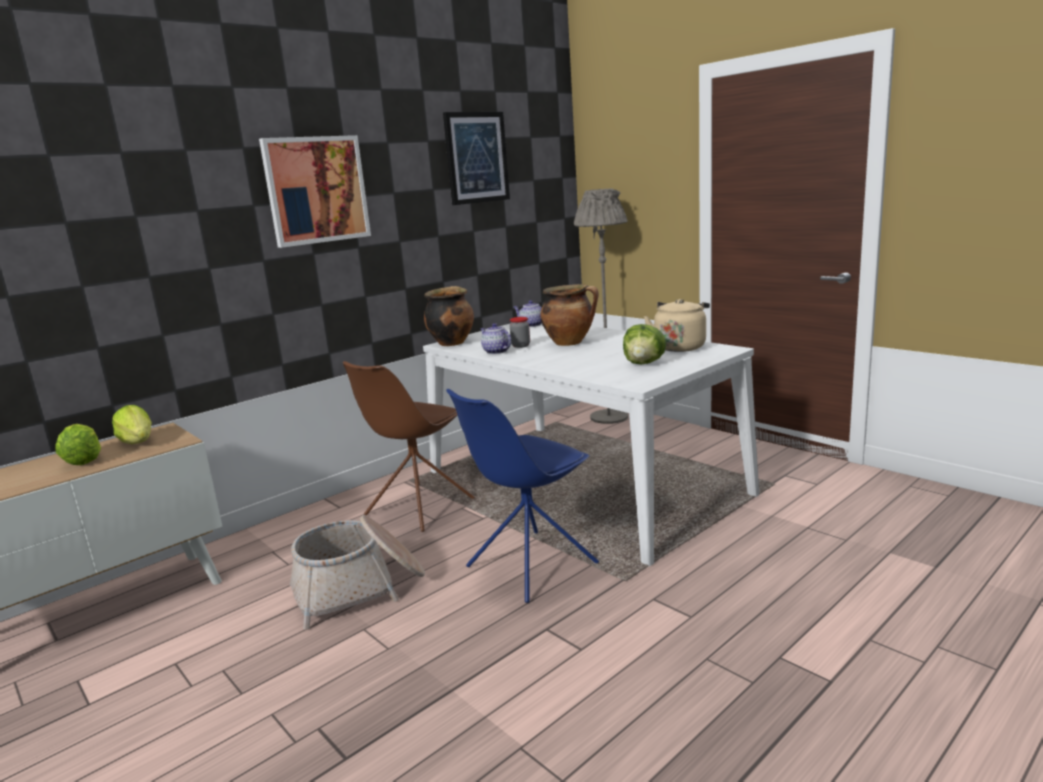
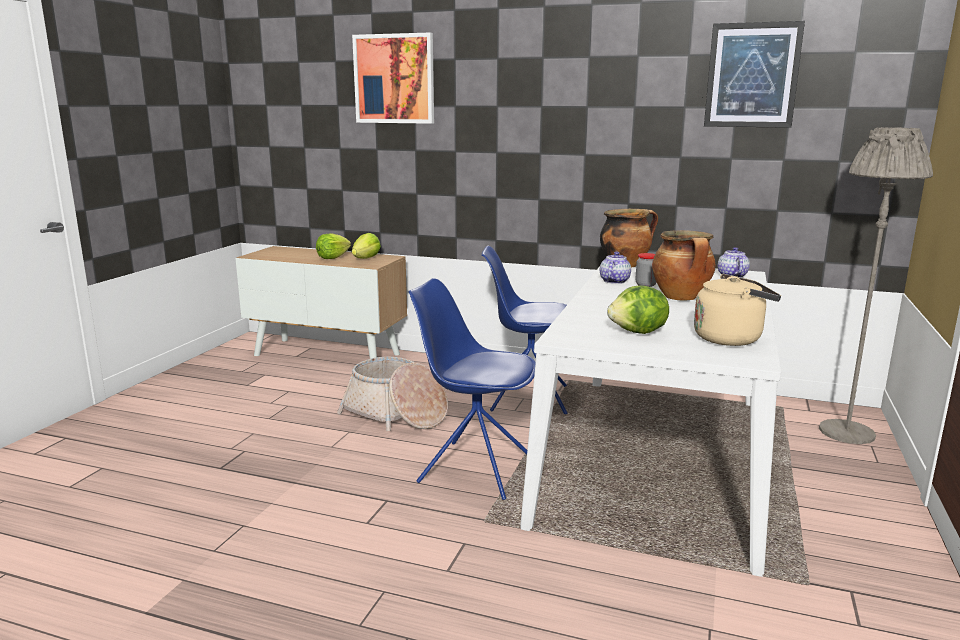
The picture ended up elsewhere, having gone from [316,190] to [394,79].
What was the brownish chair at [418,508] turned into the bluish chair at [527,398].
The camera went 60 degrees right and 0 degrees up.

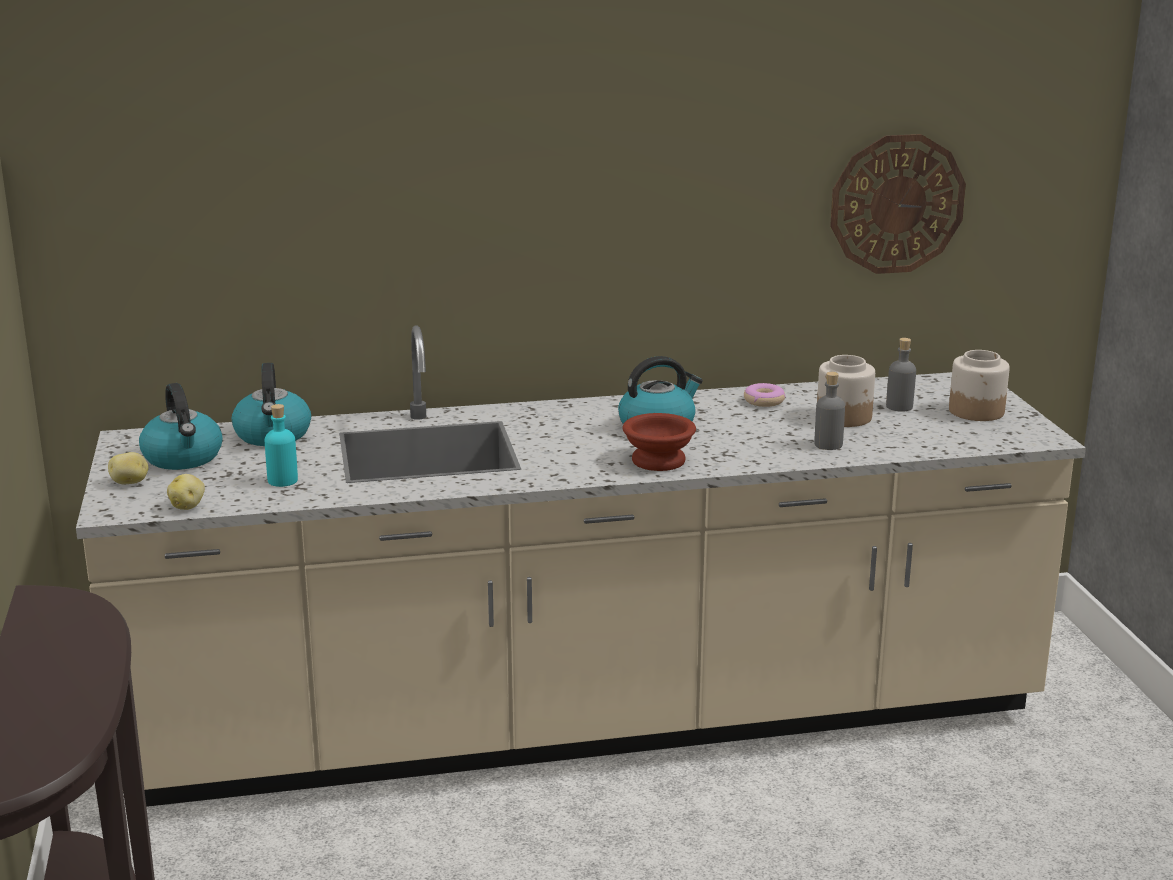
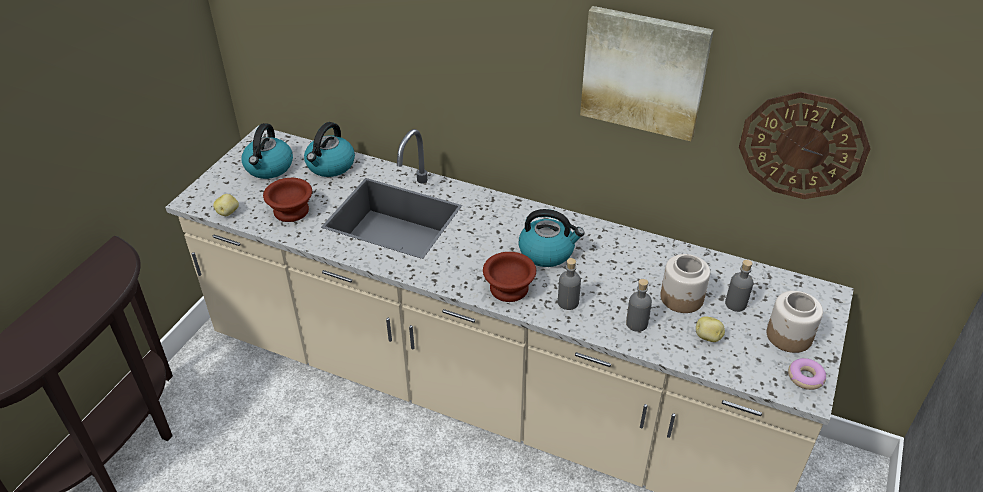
The second view gained the greyish drink bottle at [568,302].
The second view gained the picture at [644,72].
The spud ended up elsewhere, having gone from [130,483] to [708,337].
The doughnut ended up elsewhere, having gone from [764,401] to [805,377].
Where the blue-green drink bottle stood at [283,480], the brownish deep dish came to stand at [293,210].
The camera went 35 degrees right and 20 degrees up.

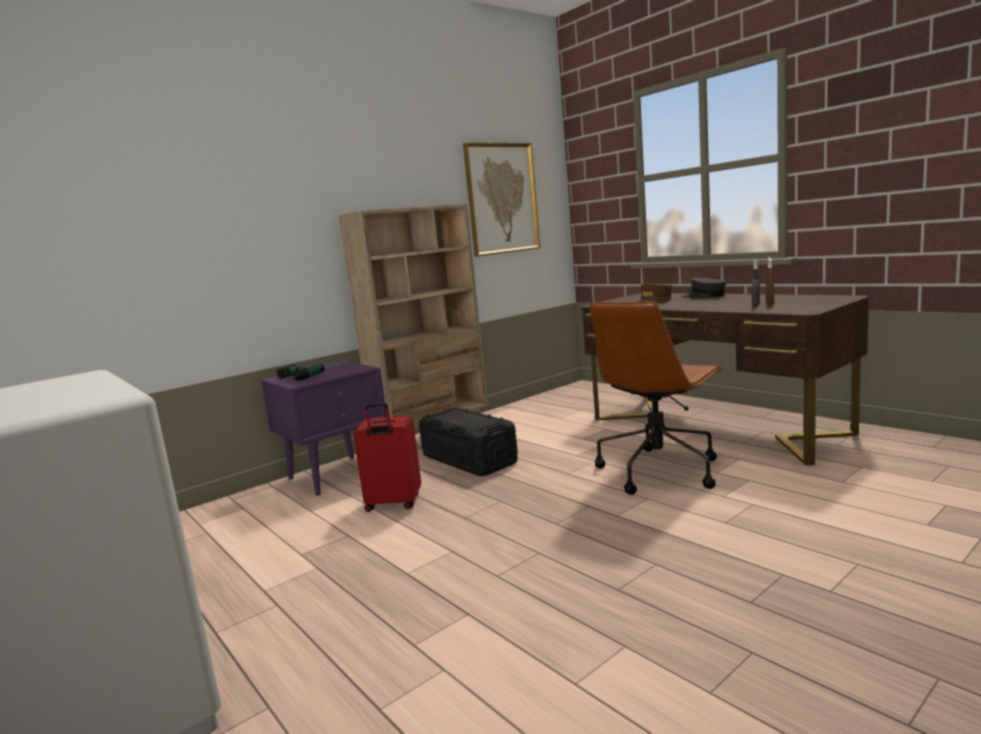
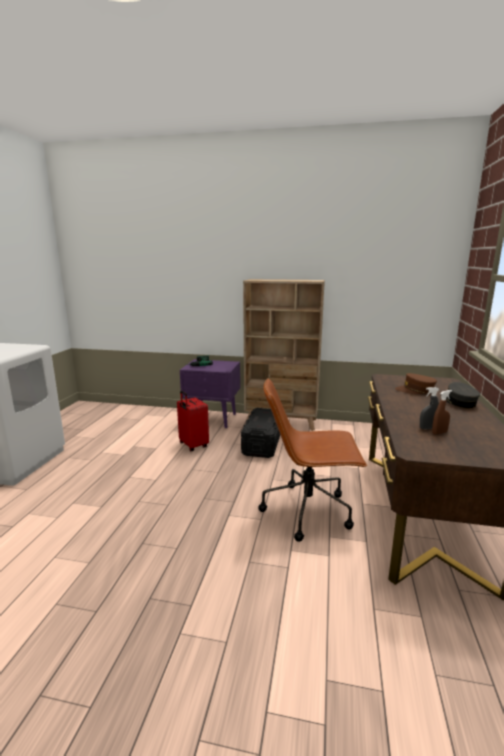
The second view lost the picture at [501,198].
The camera went 50 degrees right and 5 degrees up.

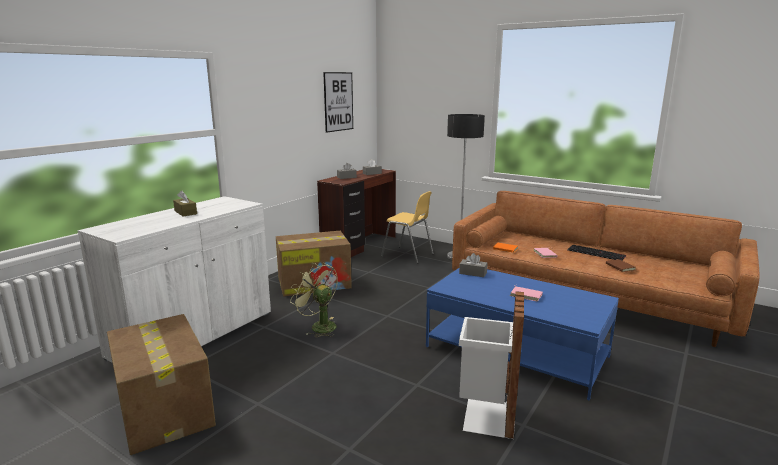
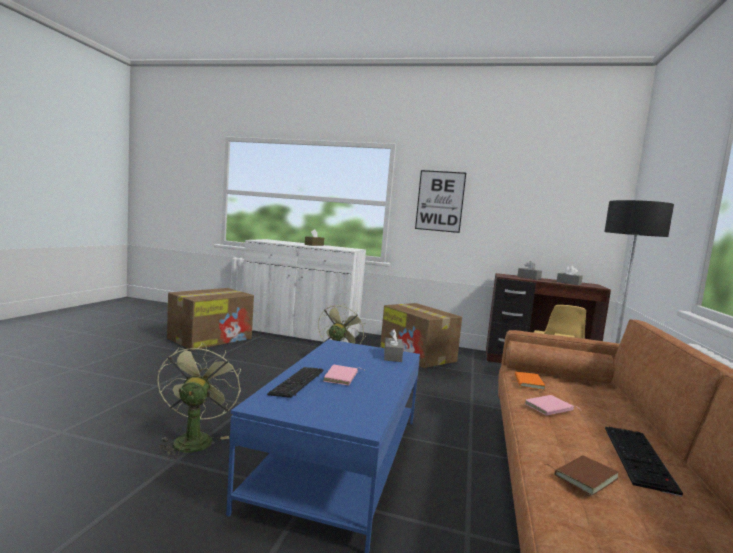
The second view gained the keyboard at [297,383].
The picture ended up elsewhere, having gone from [338,101] to [440,201].
Where the white waste bin stood at [486,416], the greenish electric fan came to stand at [194,438].
The camera went 70 degrees right and 10 degrees down.

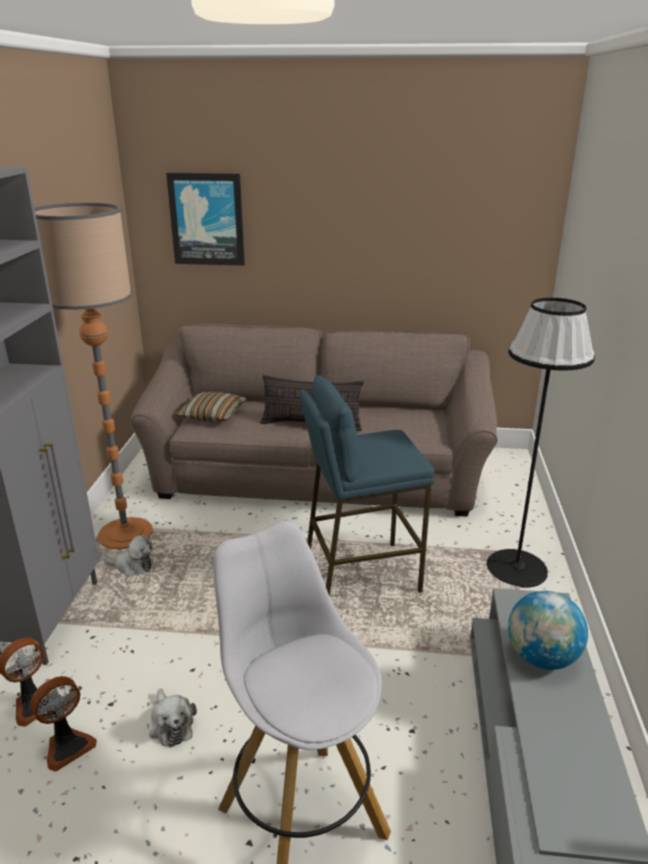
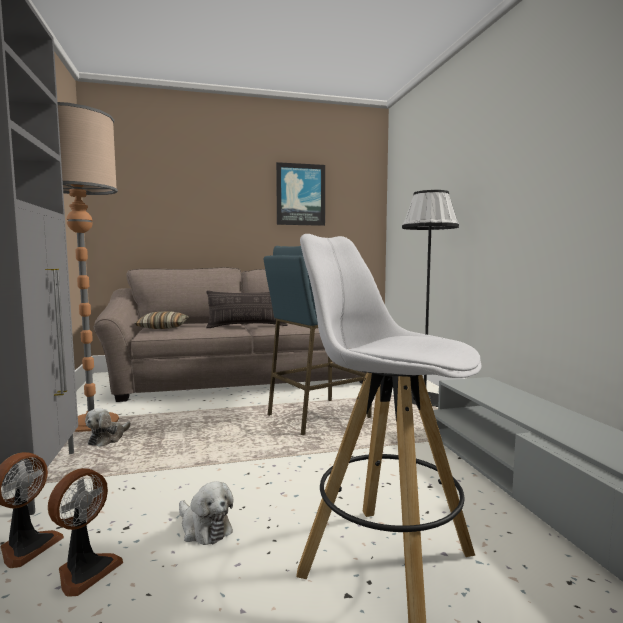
The second view lost the world globe at [541,658].
The picture ended up elsewhere, having gone from [207,219] to [300,194].
The soft toy at [132,566] ended up facing another way, 120 degrees clockwise from before.
The camera went 20 degrees left and 20 degrees down.

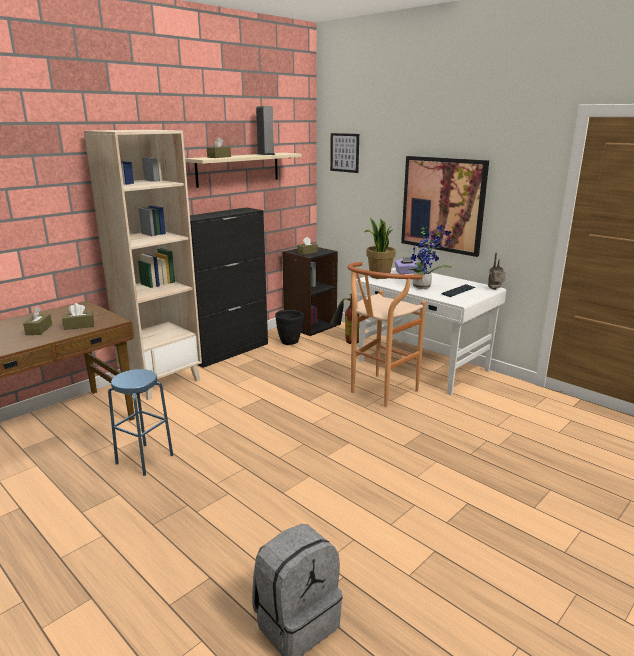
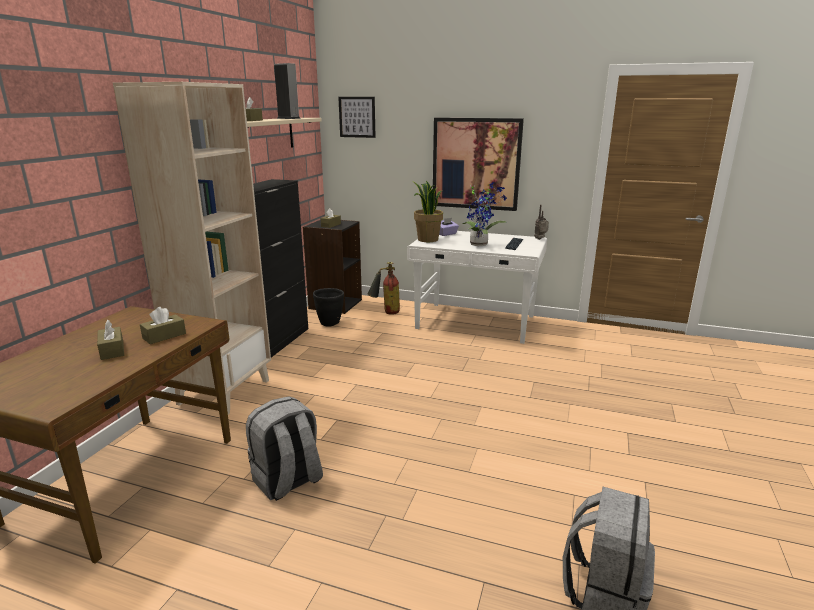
The second view lost the brownish stool at [379,393].
Where the bluish stool stood at [144,459], the greyish knapsack came to stand at [288,481].
The camera went 25 degrees left and 0 degrees up.

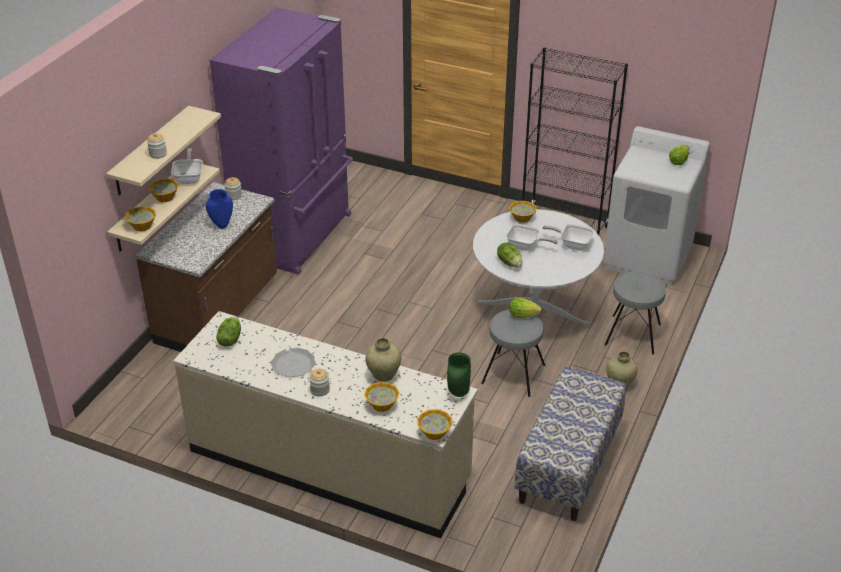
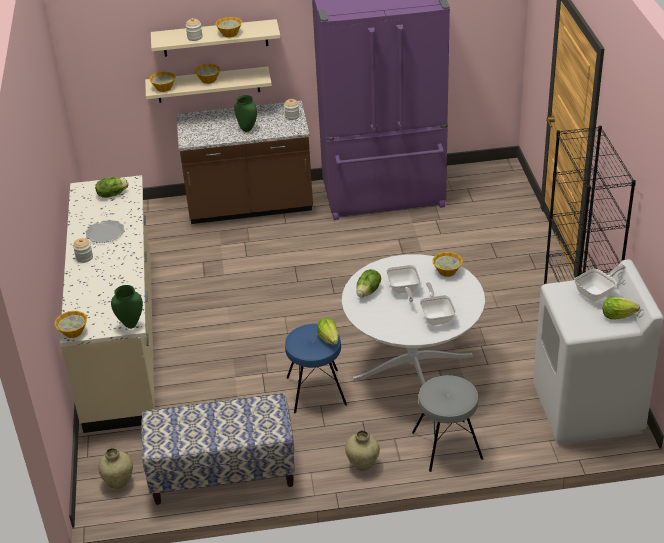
The frying pan ended up elsewhere, having gone from [189,177] to [597,293].
The deep dish ended up elsewhere, having gone from [382,405] to [229,34].
The beige-coloured decorative vase ended up elsewhere, having gone from [383,375] to [119,482].
What was the bluish decorative vase at [222,225] turned into the greenish decorative vase at [247,129].
What was the greyish stool at [513,374] turned into the bluish stool at [315,390].
The camera went 60 degrees right and 0 degrees up.

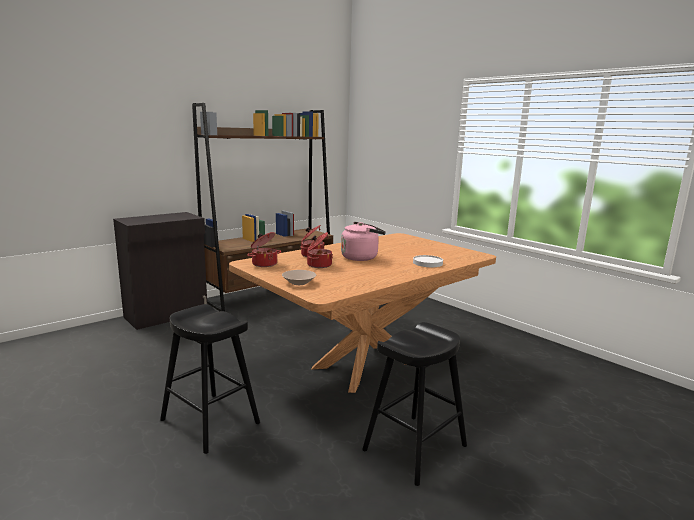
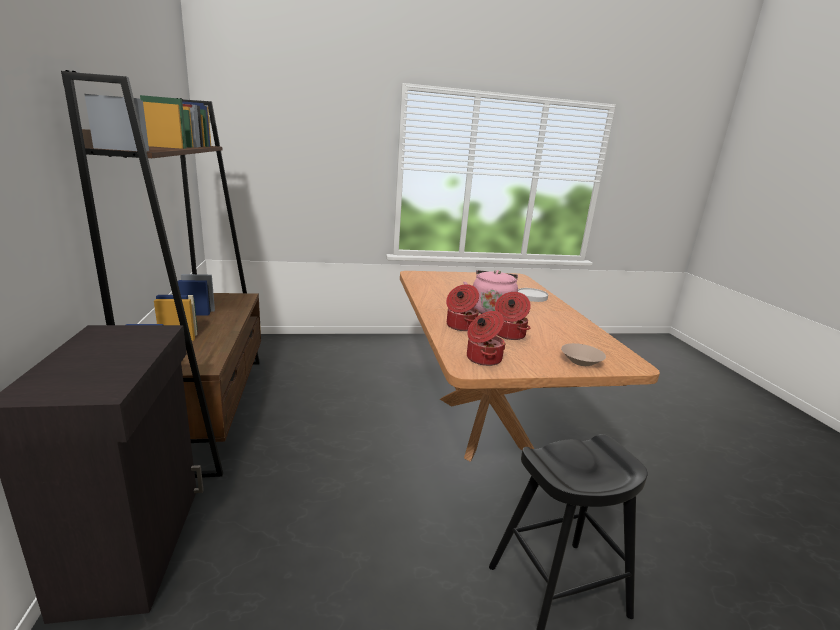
The second view lost the black stool at [415,448].
The camera went 60 degrees left and 5 degrees up.

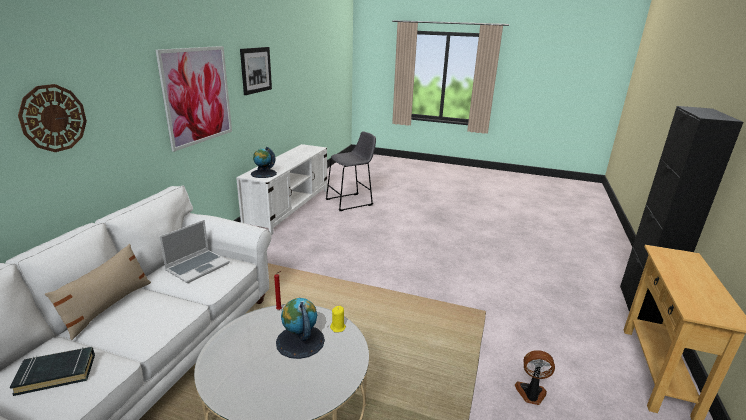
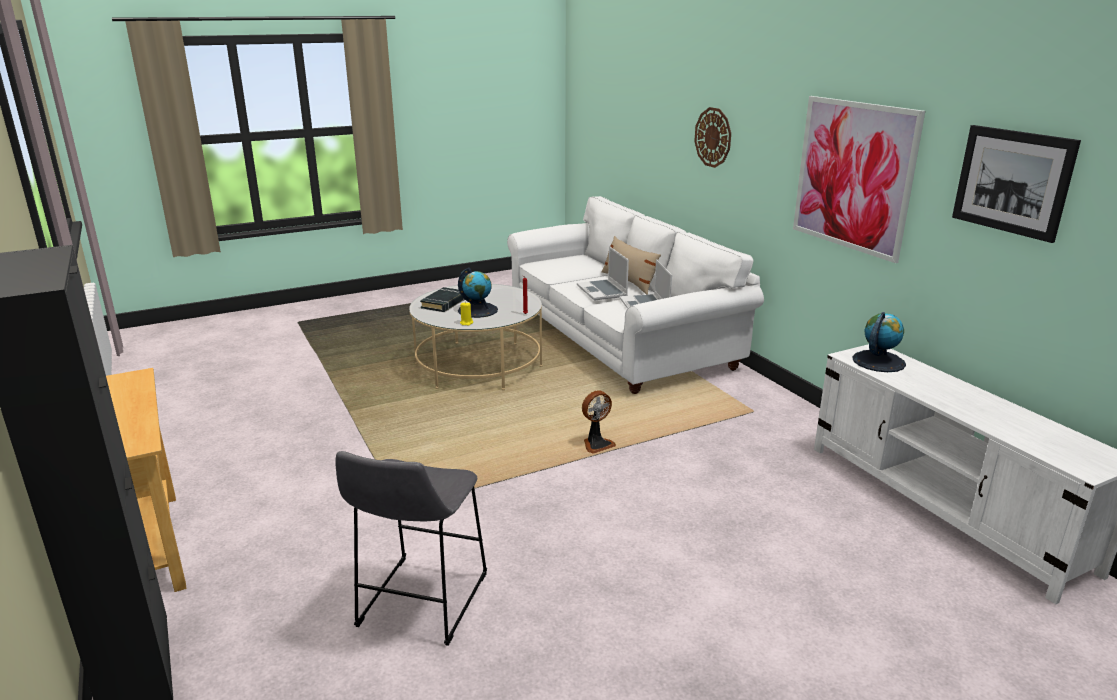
The second view gained the laptop at [603,291].
The black bound book ended up elsewhere, having gone from [57,373] to [444,303].
The greyish stool ended up elsewhere, having gone from [351,202] to [419,604].
The electric fan ended up elsewhere, having gone from [531,394] to [596,444].
The camera went 135 degrees right and 0 degrees up.

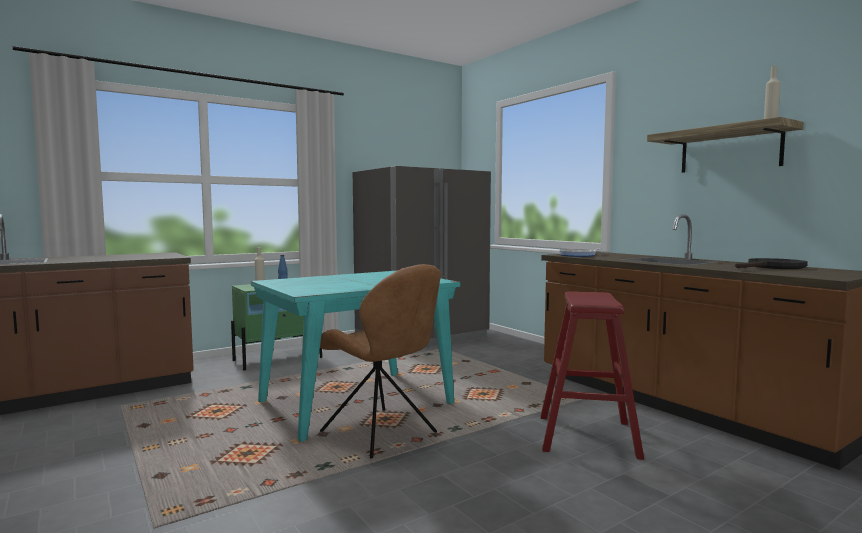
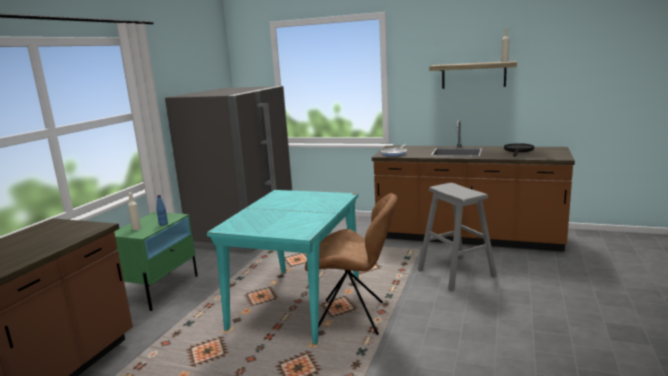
What was the red-coloured stool at [587,436] turned into the greyish stool at [456,273].
The camera went 35 degrees left and 10 degrees up.

